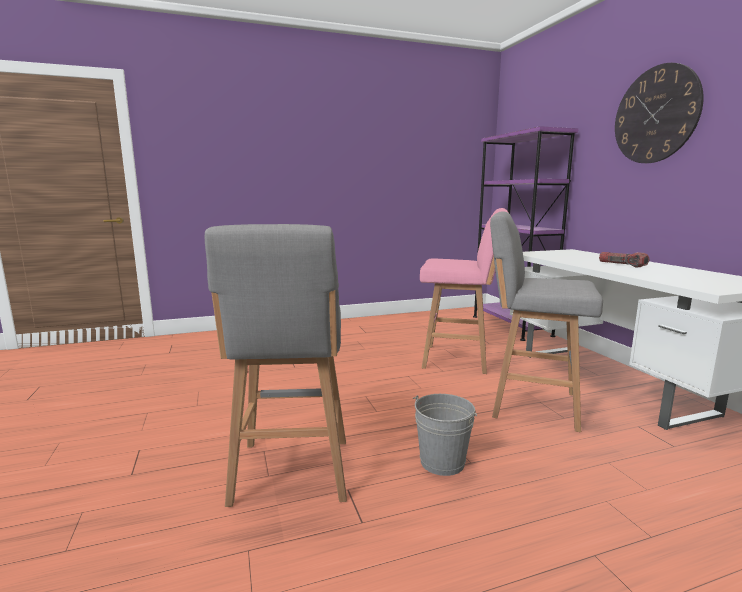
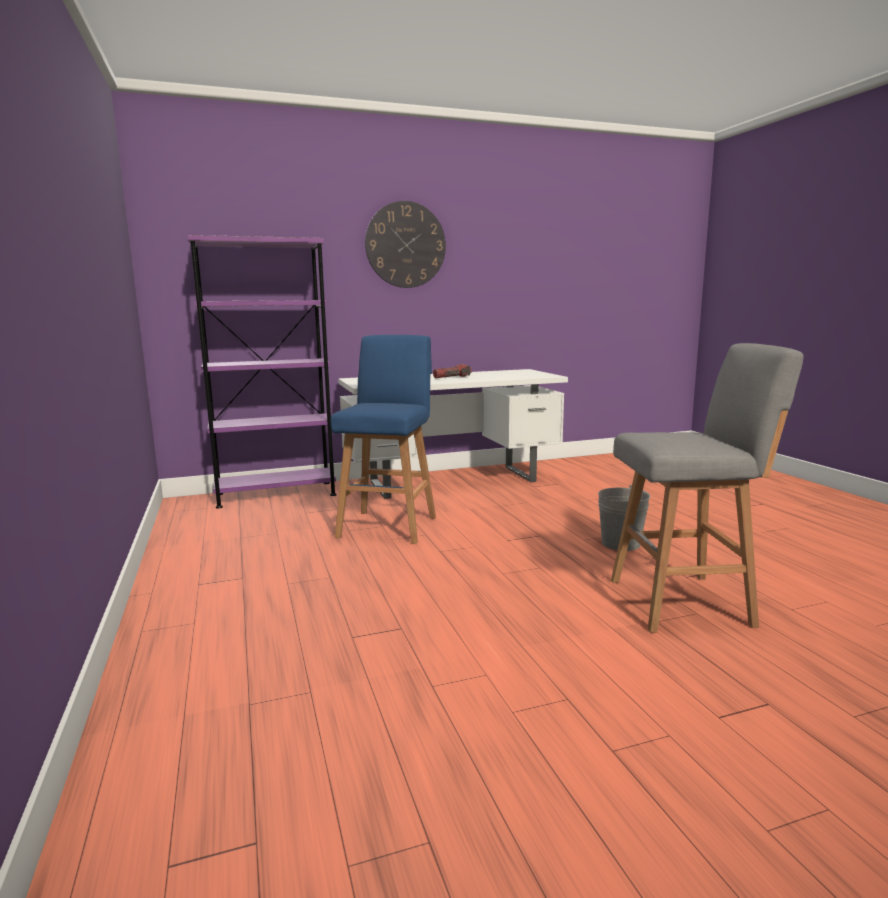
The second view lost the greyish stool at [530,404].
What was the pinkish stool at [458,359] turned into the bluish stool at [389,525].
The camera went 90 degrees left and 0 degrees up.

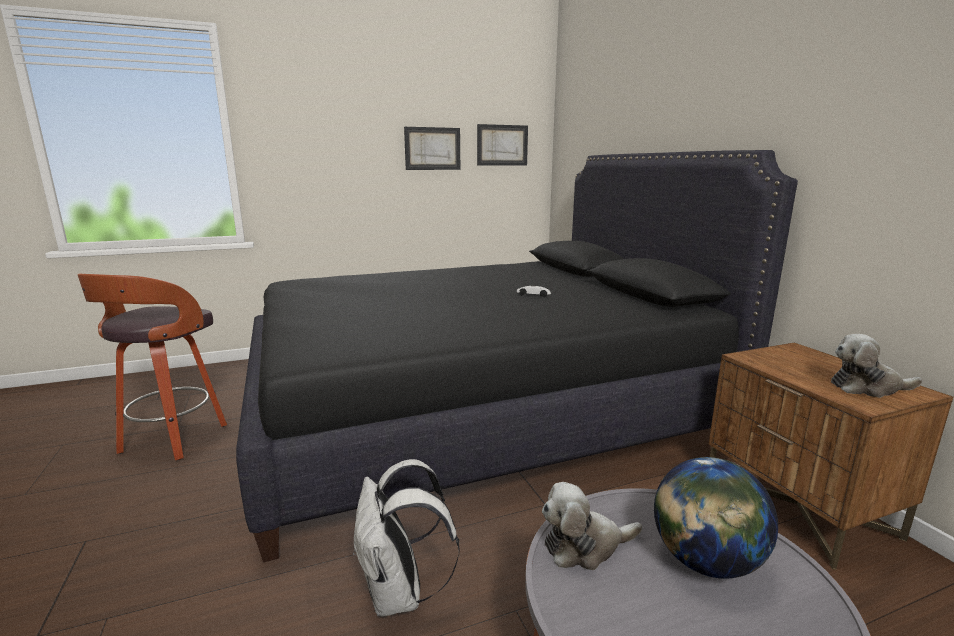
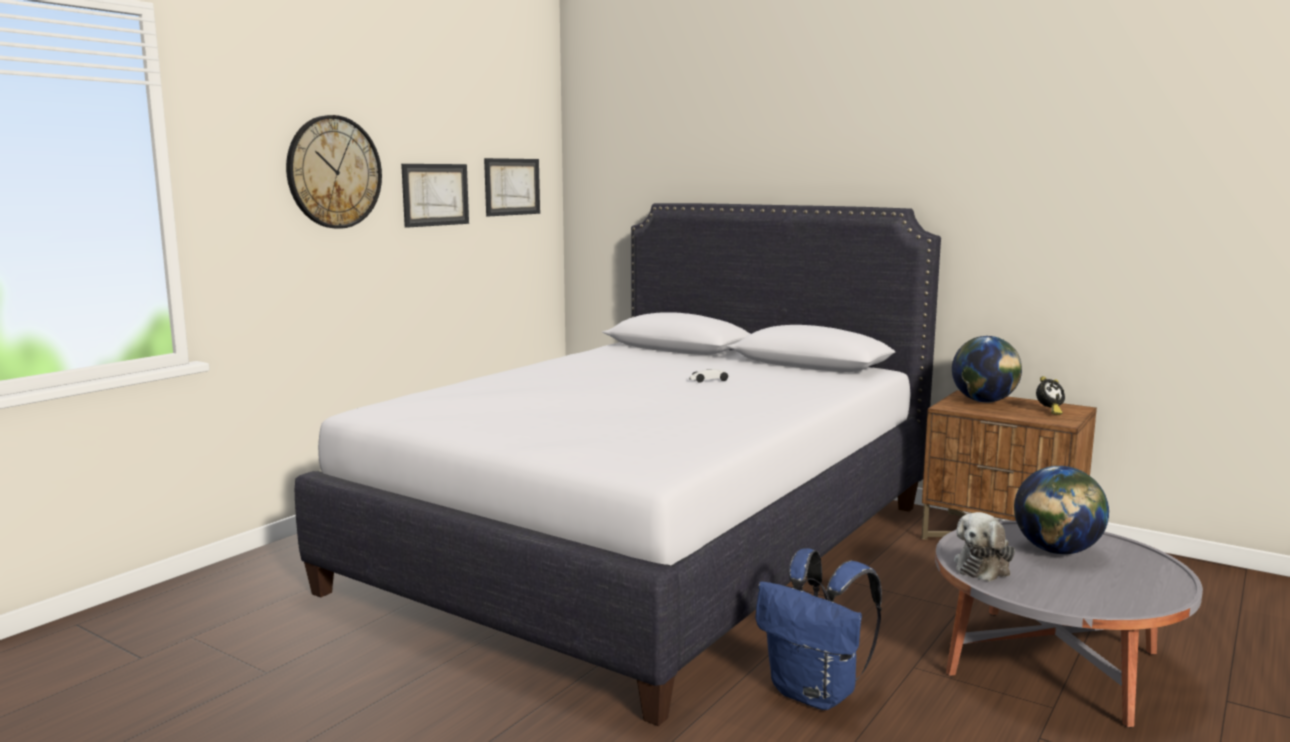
The second view lost the stool at [172,440].
The second view gained the clock on the wall at [334,172].
The second view gained the world globe at [984,402].
Where the soft toy stood at [867,387], the table clock came to stand at [1049,411].
What was the black sleeping bed at [478,412] turned into the white sleeping bed at [647,545].
What was the white knapsack at [399,594] turned into the bluish knapsack at [816,694].
The camera went 35 degrees left and 5 degrees down.

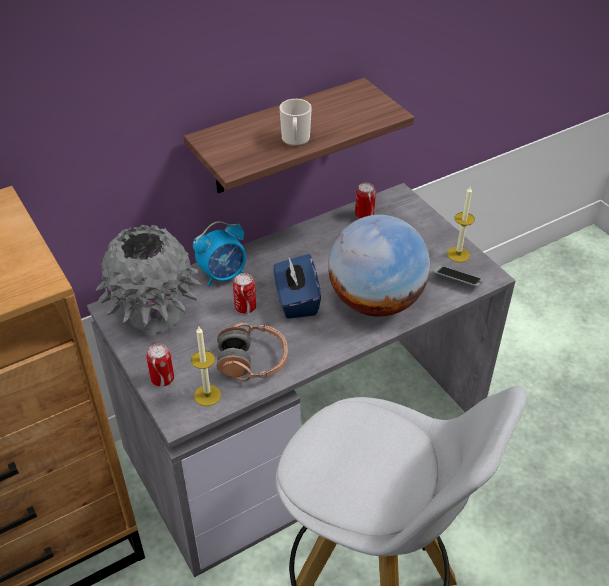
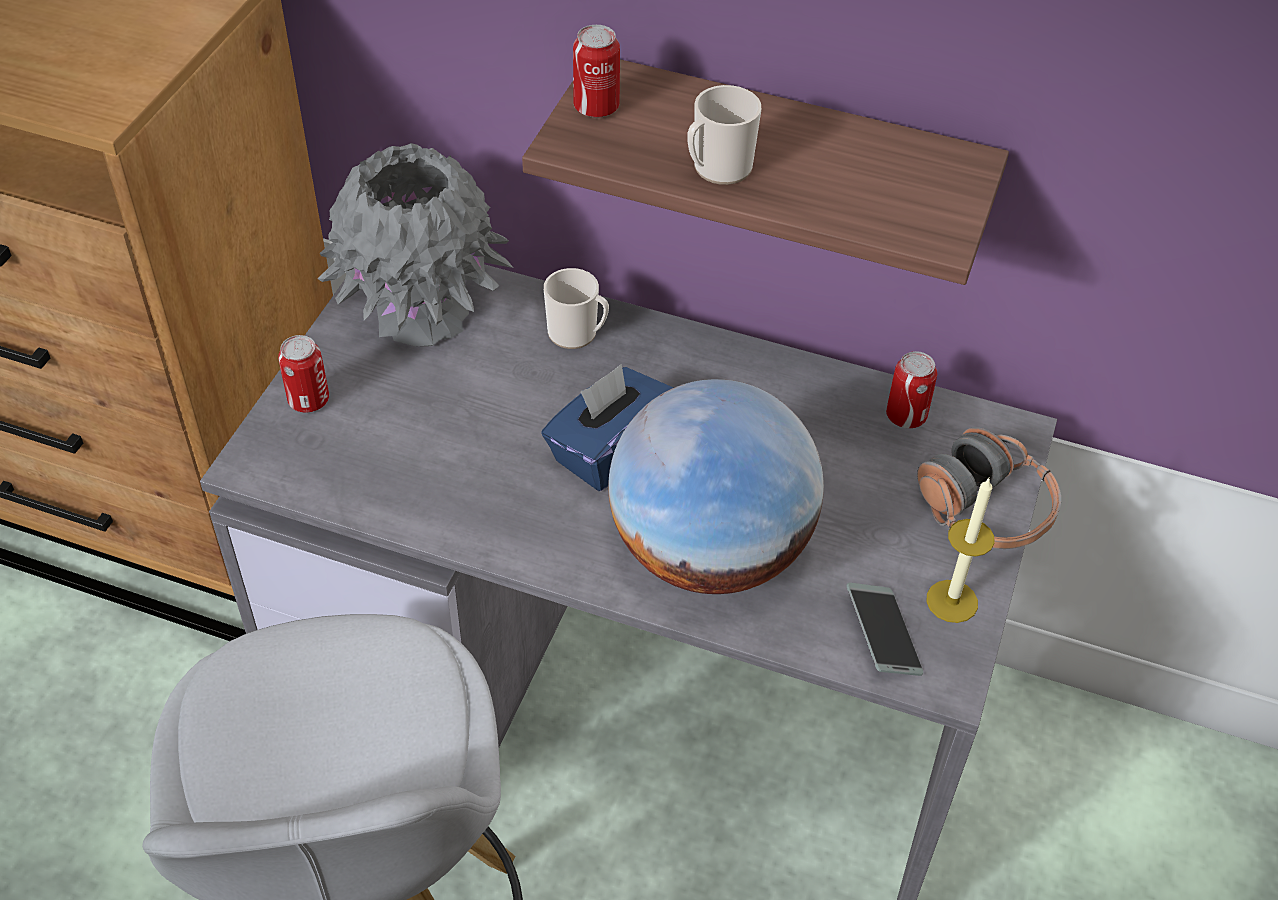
The second view lost the wax light at [207,395].
The pair of headphones ended up elsewhere, having gone from [252,361] to [985,510].
The can ended up elsewhere, having gone from [245,307] to [596,107].
Where the table clock stood at [223,275], the coffee mug came to stand at [577,334].
The camera went 50 degrees right and 5 degrees up.

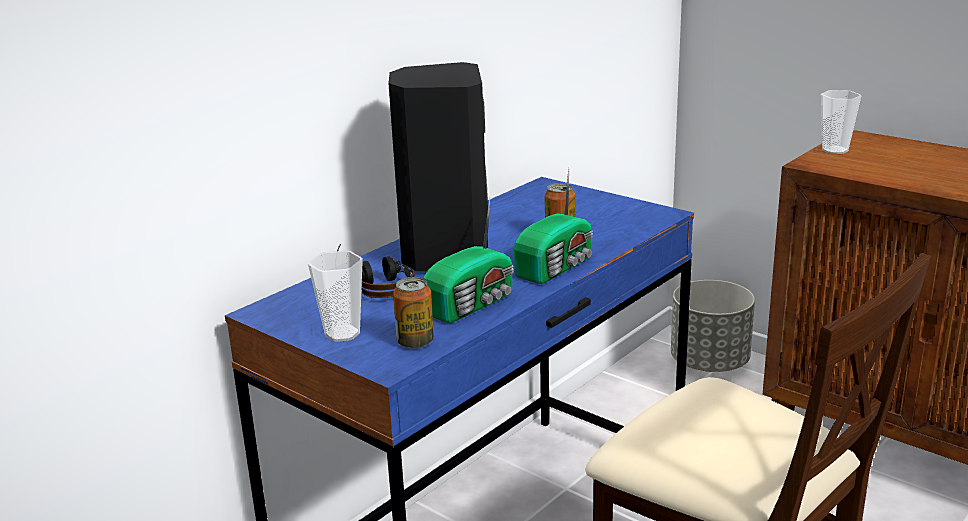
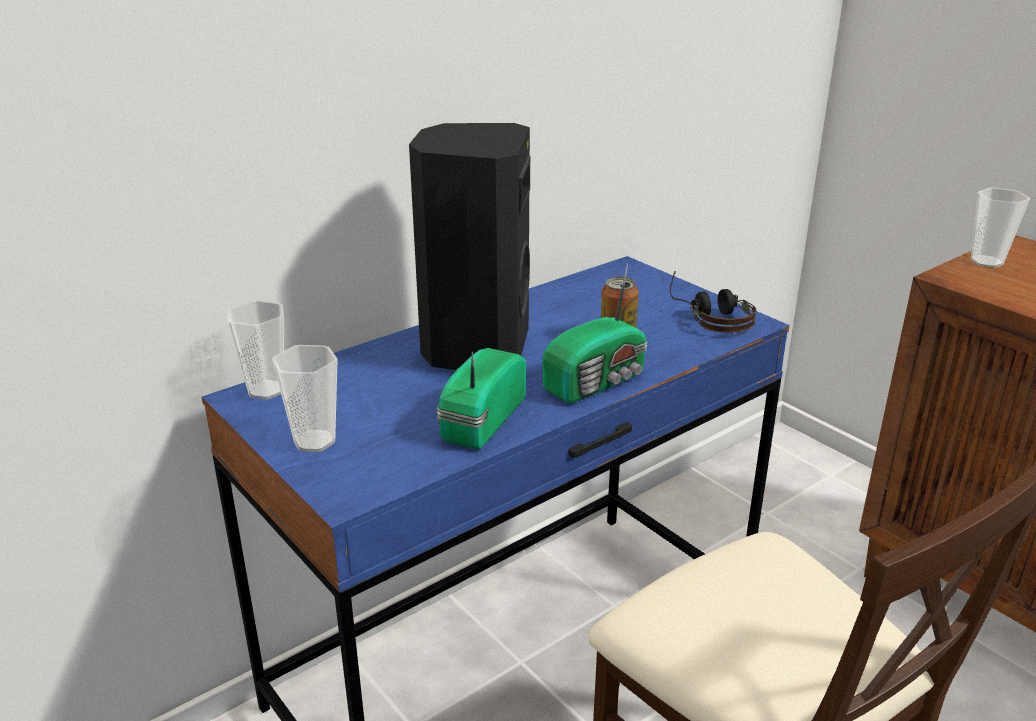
The second view lost the can at [415,342].
The second view lost the greyish plant pot at [710,362].
The second view gained the small cup at [266,390].
The pair of headphones ended up elsewhere, having gone from [375,283] to [709,316].
The radio at [473,304] ended up facing another way, 150 degrees clockwise from before.
The camera went 10 degrees right and 5 degrees up.

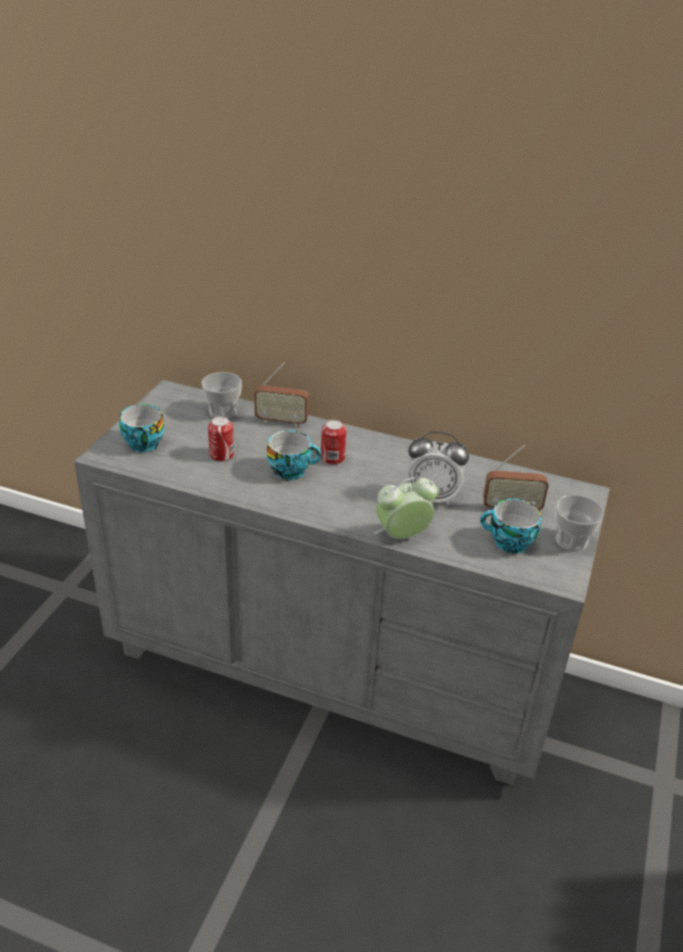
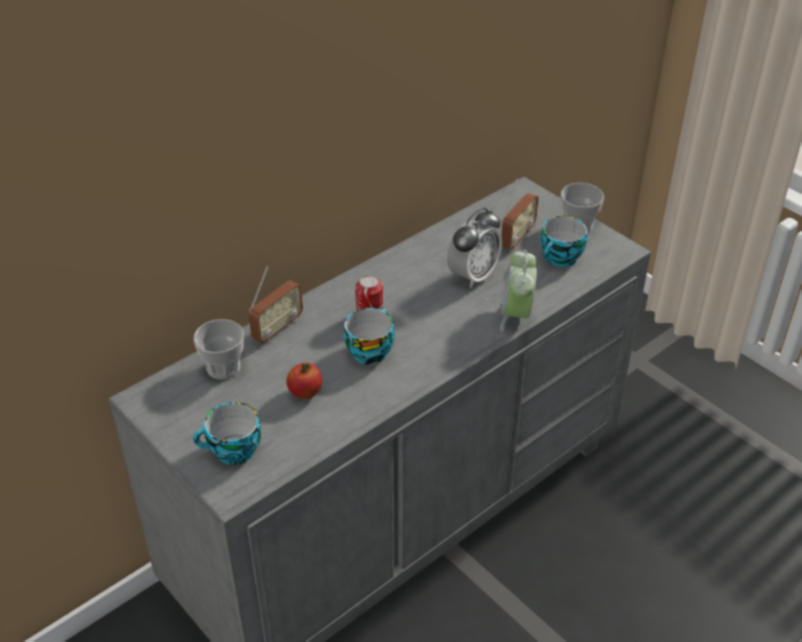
Where the can stood at [221,455], the apple fruit came to stand at [305,393].
The camera went 60 degrees left and 5 degrees up.

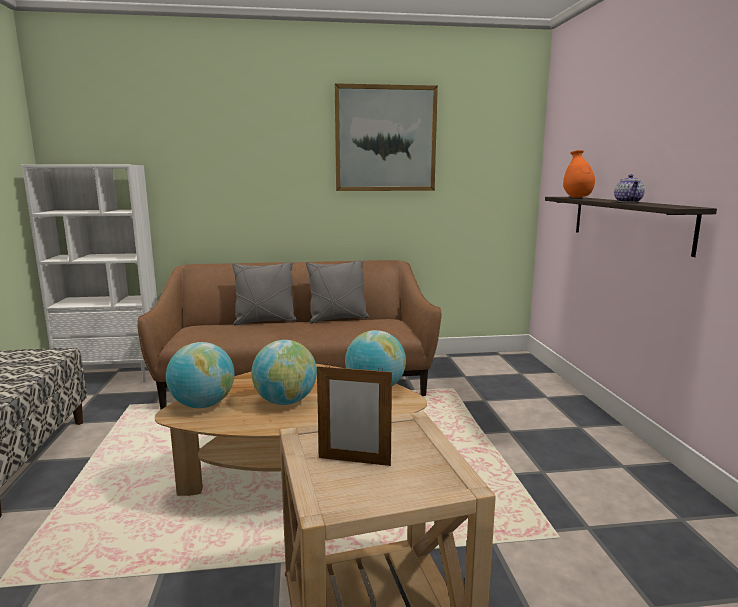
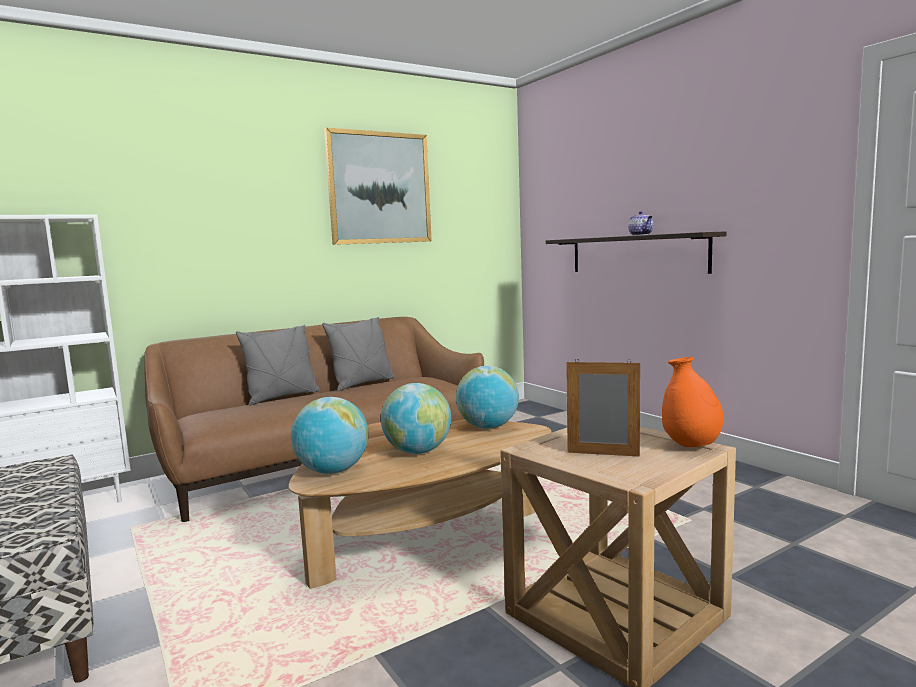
The orangey decorative vase ended up elsewhere, having gone from [577,197] to [691,445].
The picture frame at [354,461] ended up facing another way, 150 degrees counterclockwise from before.
The camera went 25 degrees left and 5 degrees down.

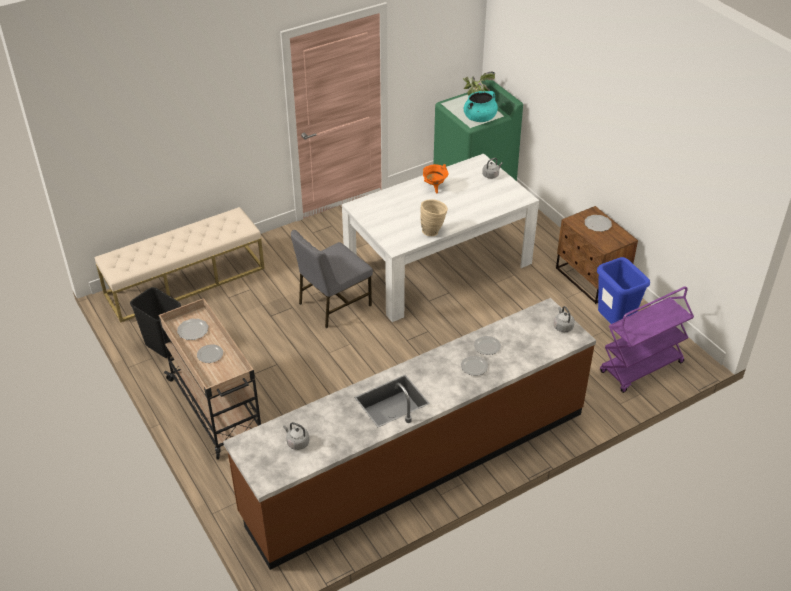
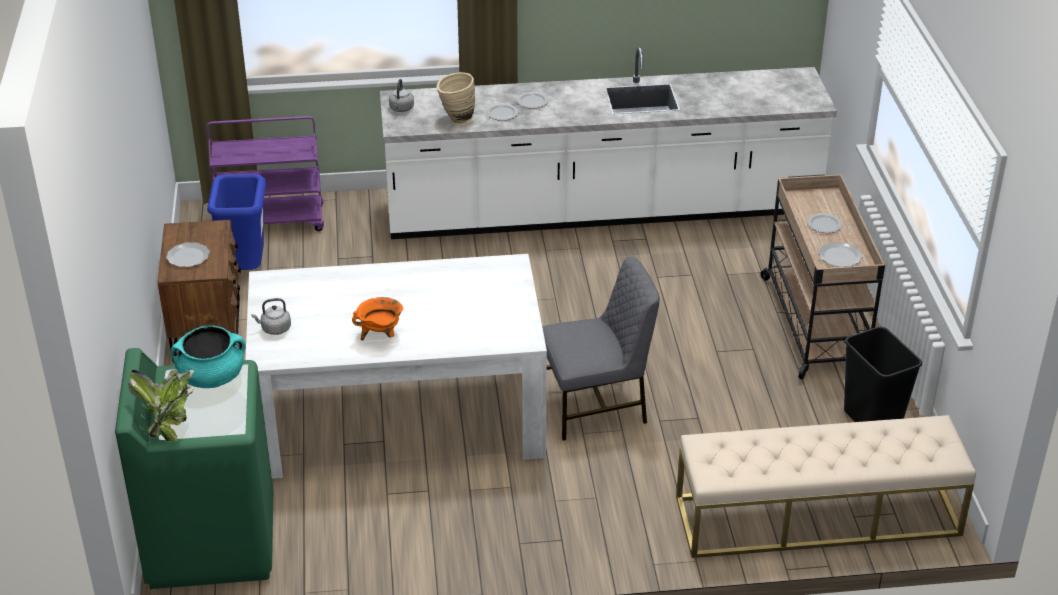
The second view lost the greyish water kettle at [297,442].
The beige-coloured decorative vase ended up elsewhere, having gone from [433,231] to [456,120].
What was the brownish kitchen base unit at [417,462] turned into the white kitchen base unit at [602,212].
The camera went 155 degrees left and 5 degrees down.

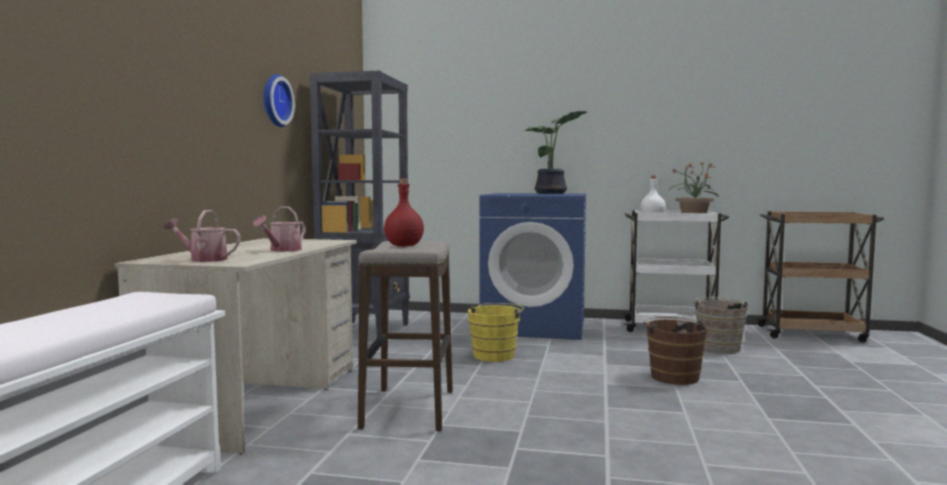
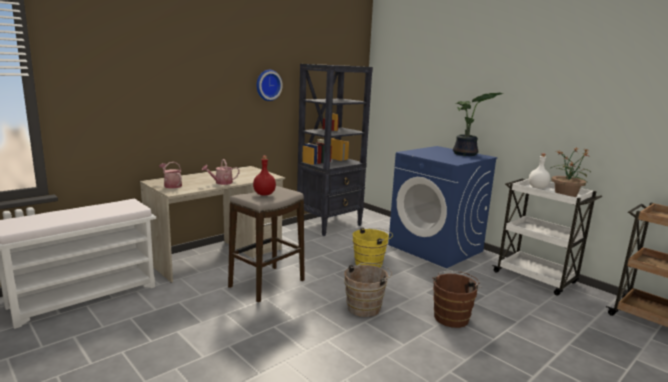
The brownish pail ended up elsewhere, having gone from [719,347] to [366,307].
The camera went 35 degrees right and 10 degrees up.

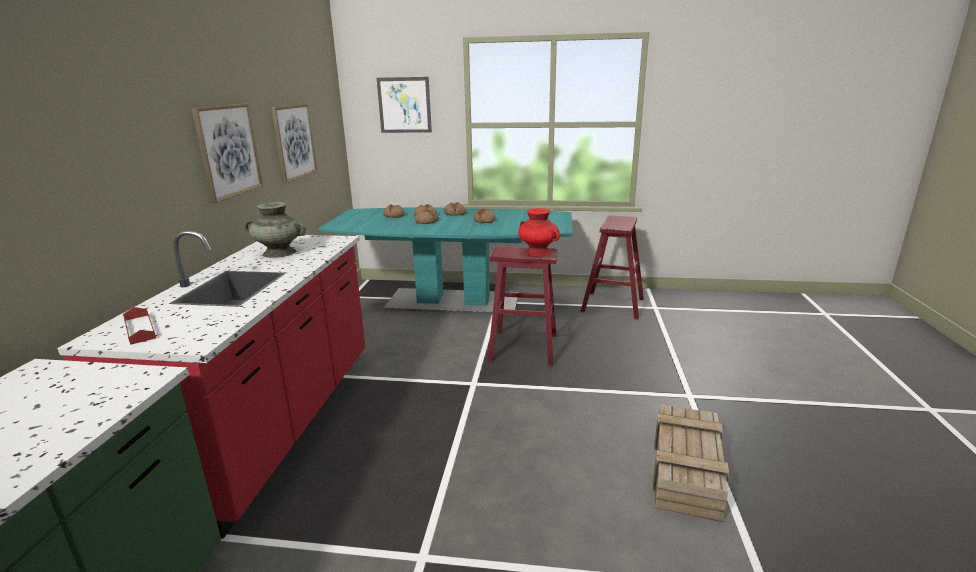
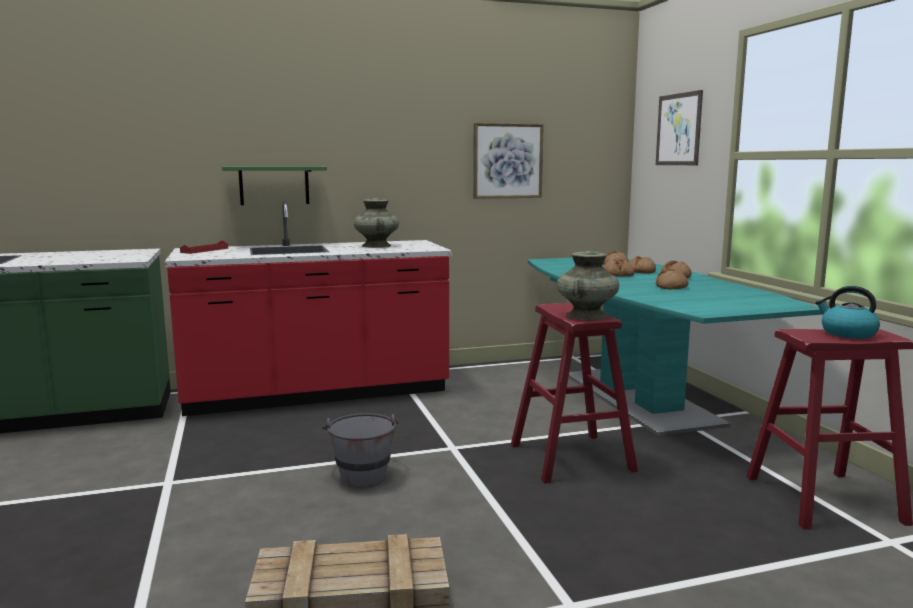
The second view lost the picture at [228,151].
The second view gained the greenish wall shelf at [274,185].
The second view gained the greyish pail at [362,473].
The second view gained the water kettle at [847,333].
What was the red-coloured decorative vase at [538,252] turned into the blue-green decorative vase at [586,315].
The camera went 65 degrees right and 10 degrees down.

